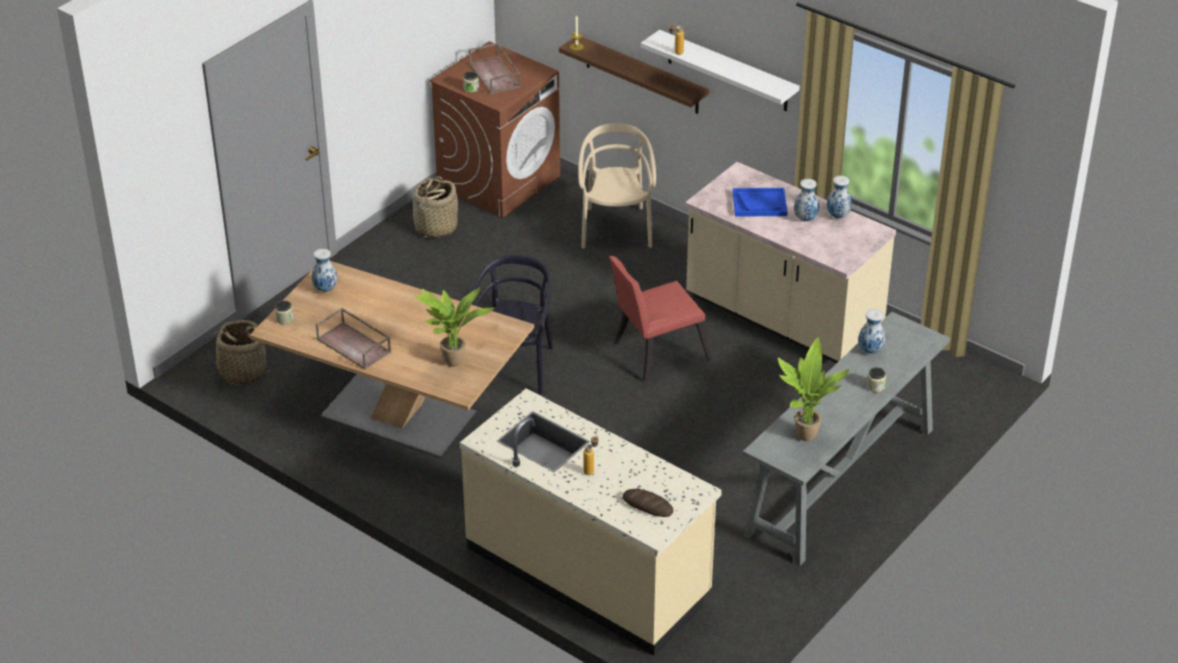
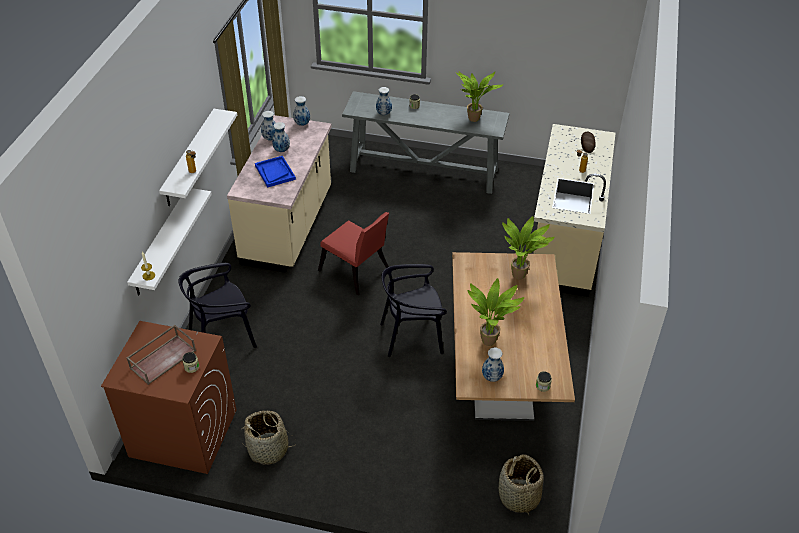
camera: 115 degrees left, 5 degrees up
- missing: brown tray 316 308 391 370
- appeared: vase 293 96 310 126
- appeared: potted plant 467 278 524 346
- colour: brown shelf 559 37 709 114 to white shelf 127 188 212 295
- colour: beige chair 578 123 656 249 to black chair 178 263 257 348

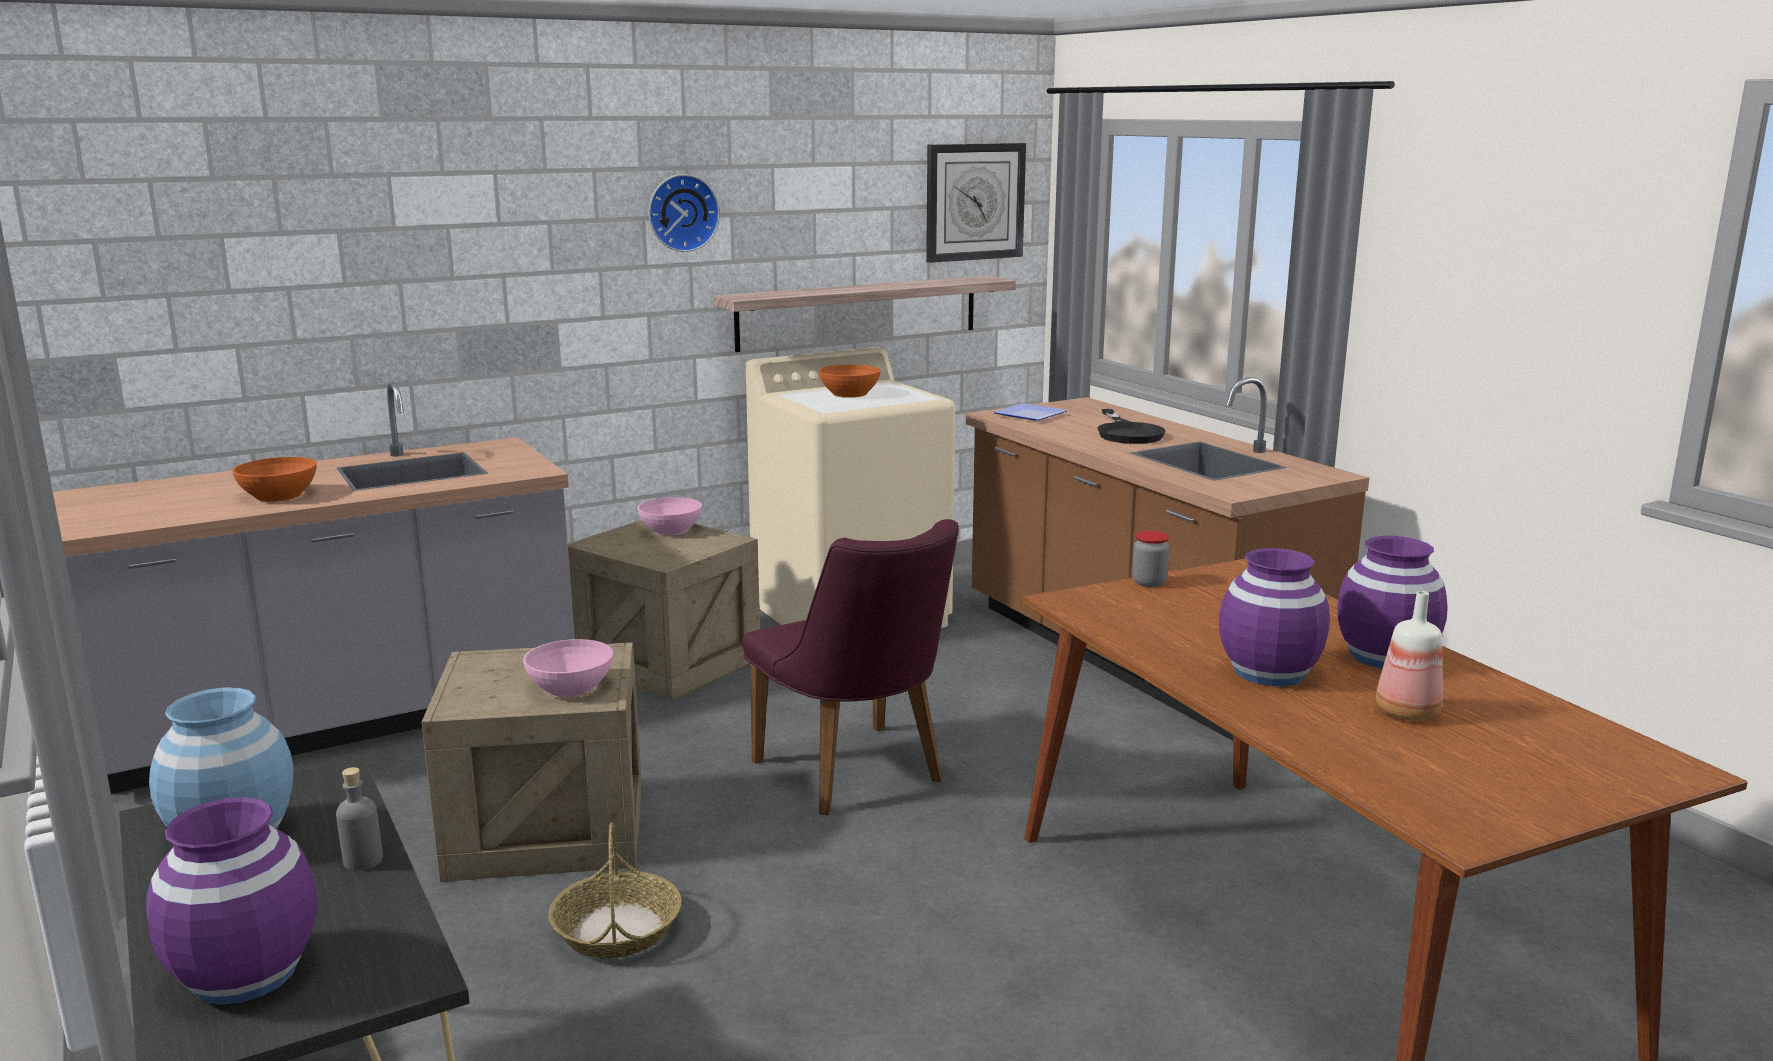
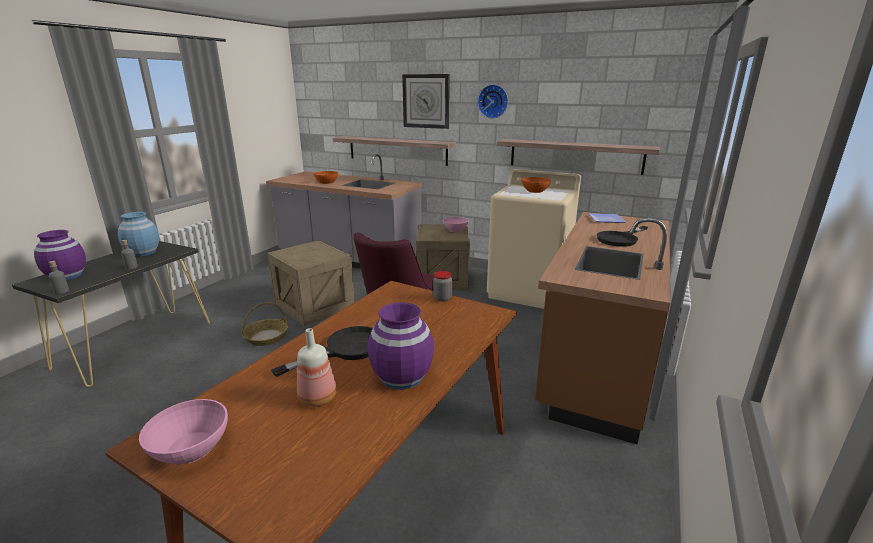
camera: 55 degrees right, 5 degrees up
- appeared: grey bottle 49 261 69 294
- appeared: shelf 333 136 456 166
- relocated: pink bowl 523 639 613 698 to 139 399 228 465
- relocated: wall clock 926 143 1026 263 to 402 74 450 129
- exchanged: purple vase 1219 548 1330 686 to black frying pan 271 326 373 377

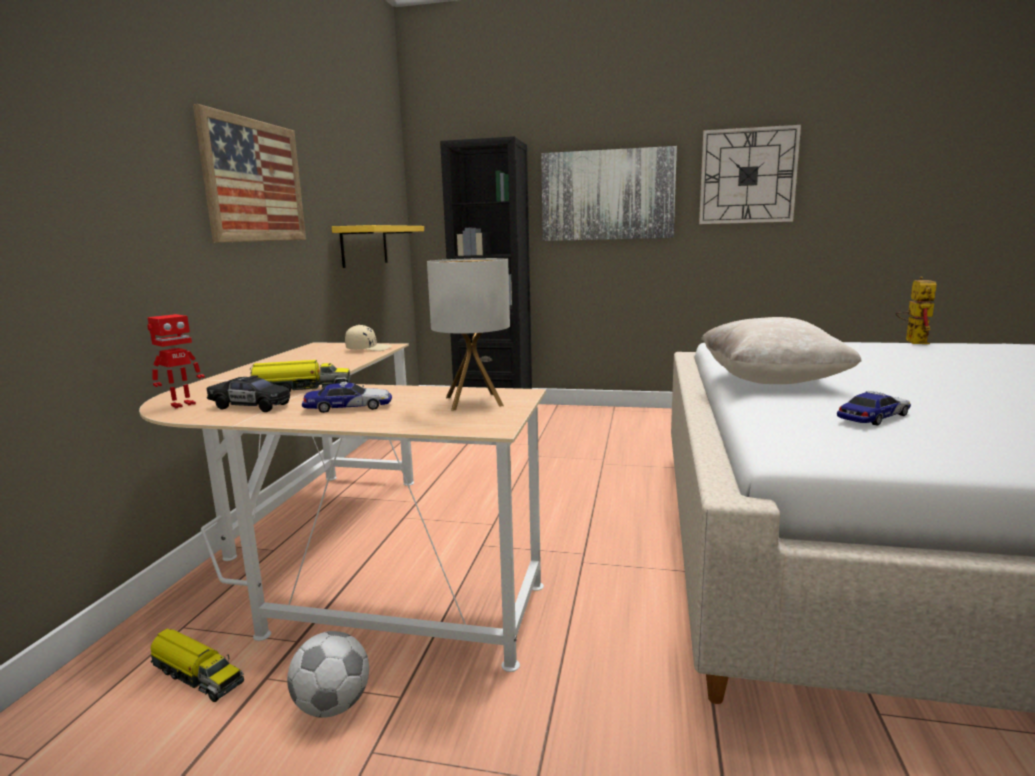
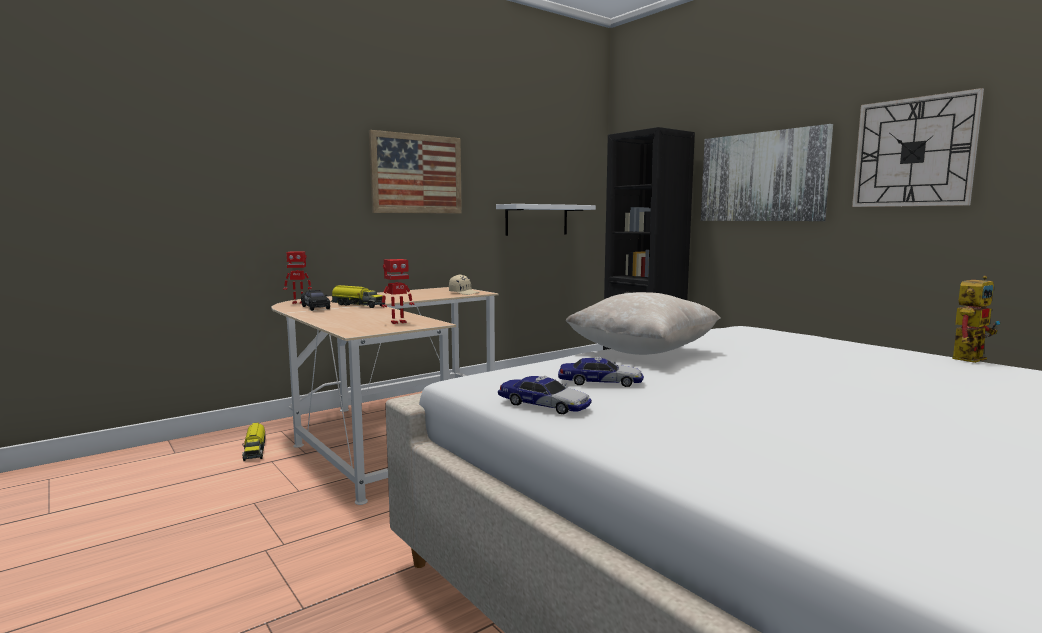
camera: 40 degrees right, 5 degrees down
- missing: football 287 631 369 718
- relocated: toy car 302 381 392 413 to 498 376 592 414
- exchanged: table lamp 427 258 510 411 to toy robot 382 259 415 324
- colour: yellow shelf 332 225 424 268 to white shelf 496 204 596 236

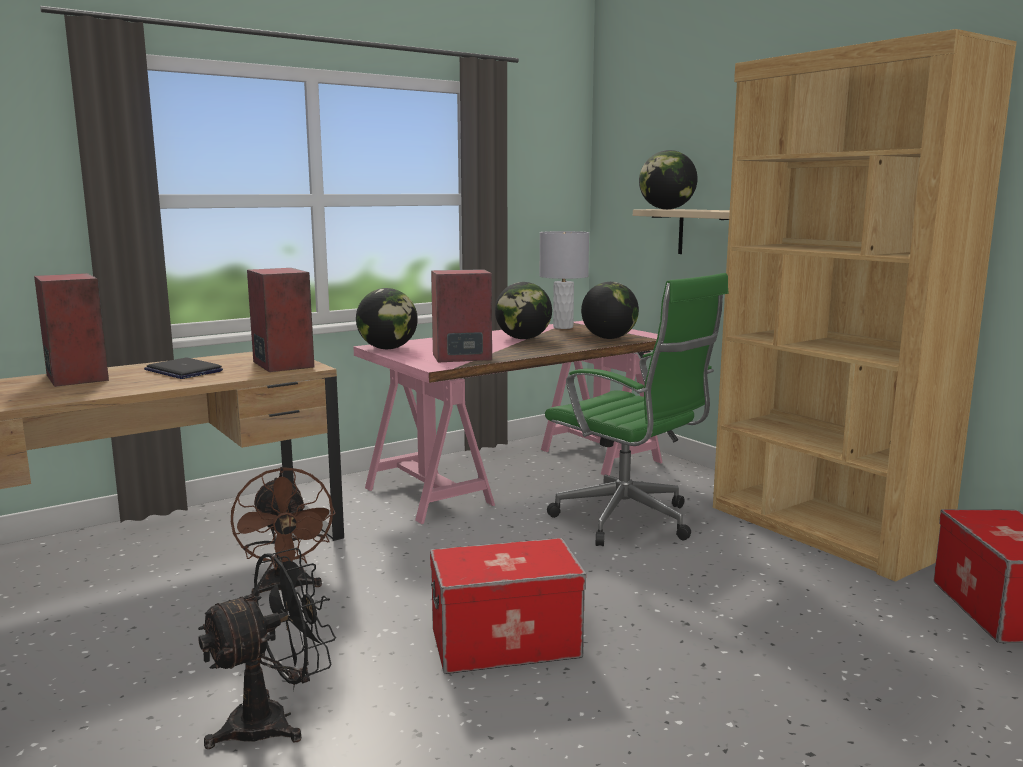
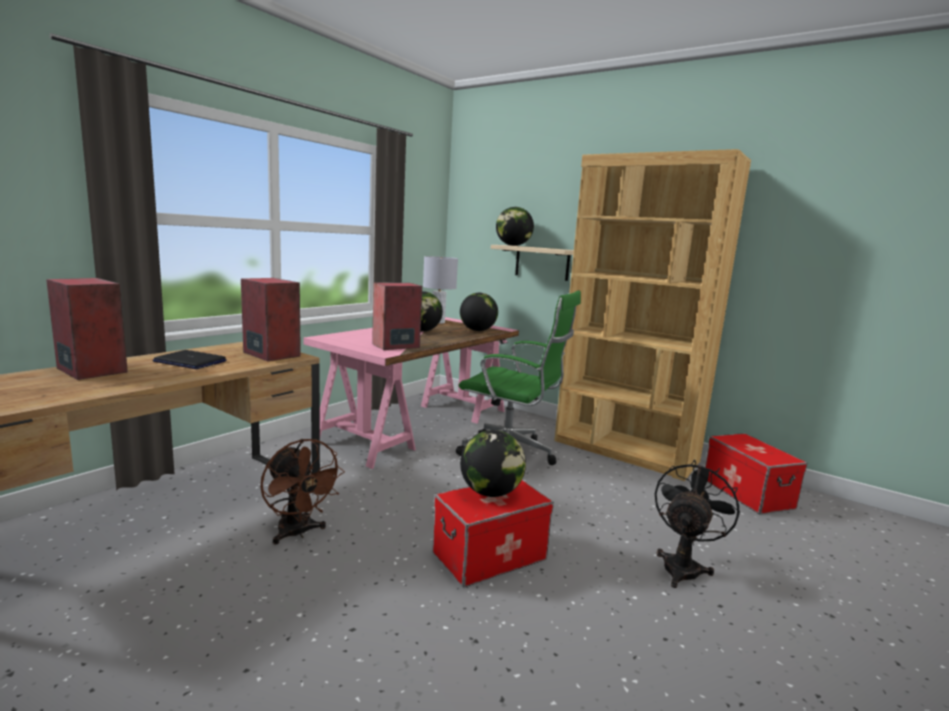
camera: 20 degrees left, 0 degrees up
- relocated: black fan 198 548 336 749 to 655 460 740 588
- relocated: globe 356 288 418 349 to 460 430 526 497

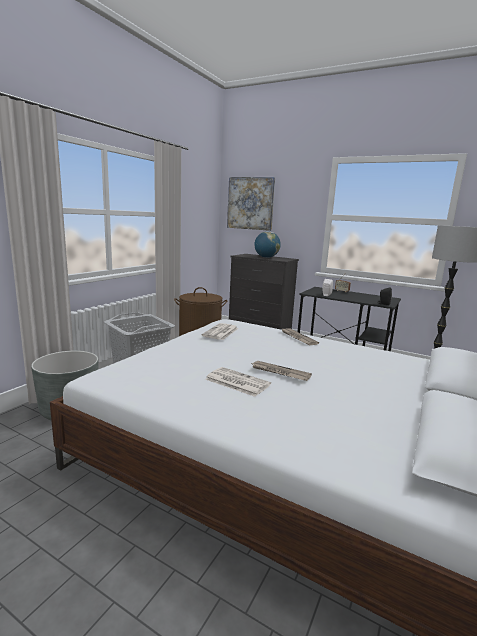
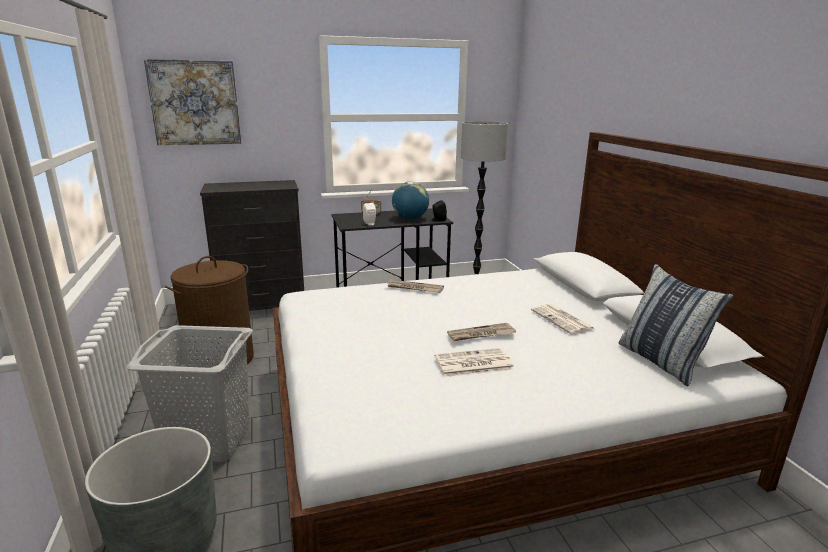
camera: 45 degrees left, 5 degrees up
- appeared: pillow 618 264 734 386
- relocated: newspaper 202 323 239 340 to 531 304 594 334
- relocated: globe 254 231 281 258 to 392 182 429 219

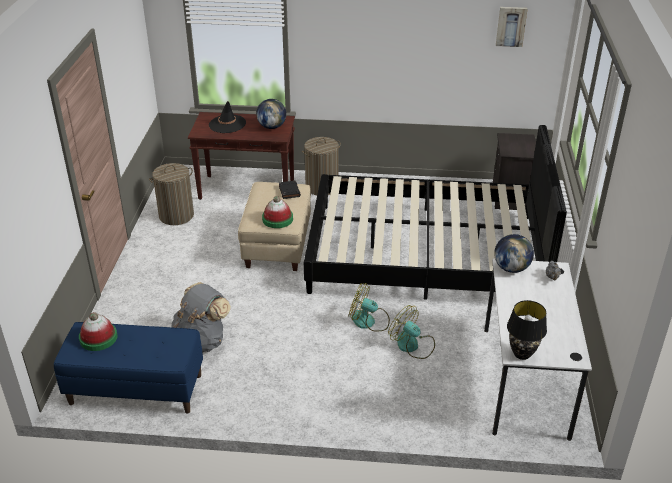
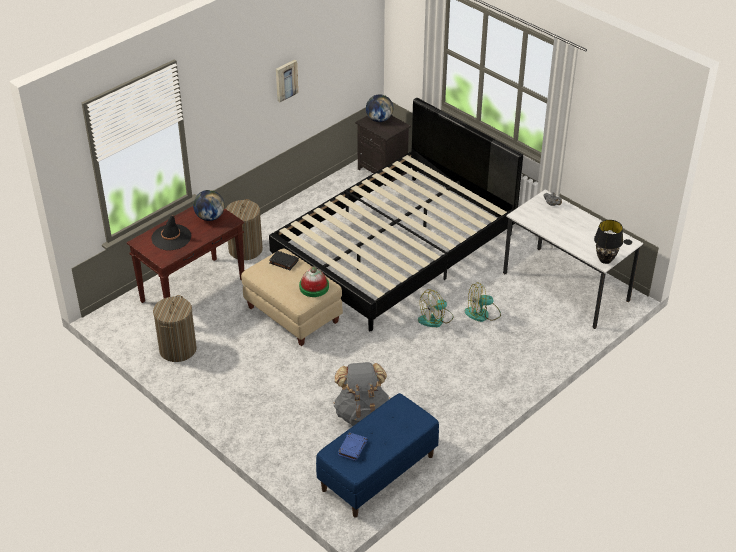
camera: 50 degrees left, 5 degrees up
- relocated: globe 494 234 534 273 to 366 94 393 122
- relocated: picture 496 7 527 47 to 276 60 298 102
- exchanged: hat 79 312 117 351 to blue book 338 432 368 461

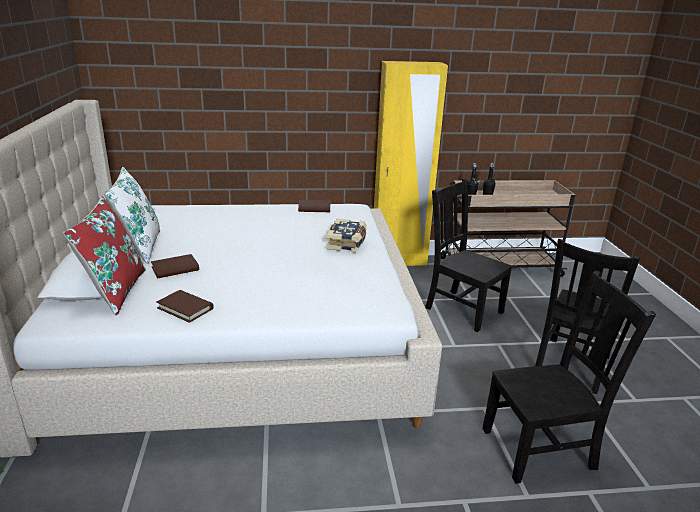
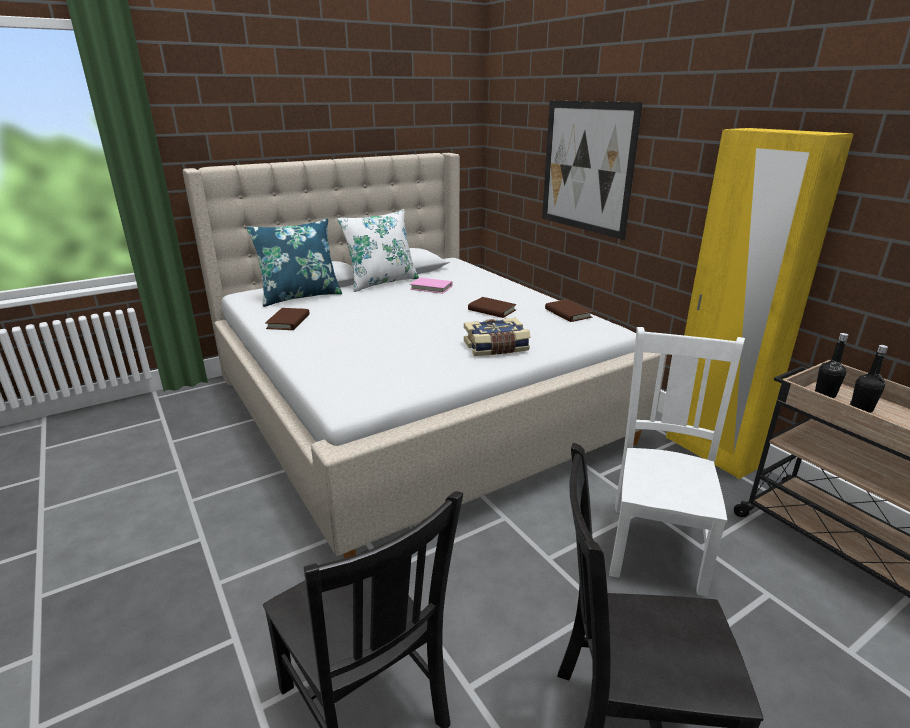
camera: 65 degrees right, 0 degrees up
- appeared: pink book 410 278 452 294
- appeared: picture 542 101 643 240
- relocated: brown book 151 254 199 279 to 468 297 517 318
- colour: red pillow 63 196 146 316 to blue pillow 246 219 342 307
- colour: black chair 425 178 513 332 to white chair 609 327 745 597

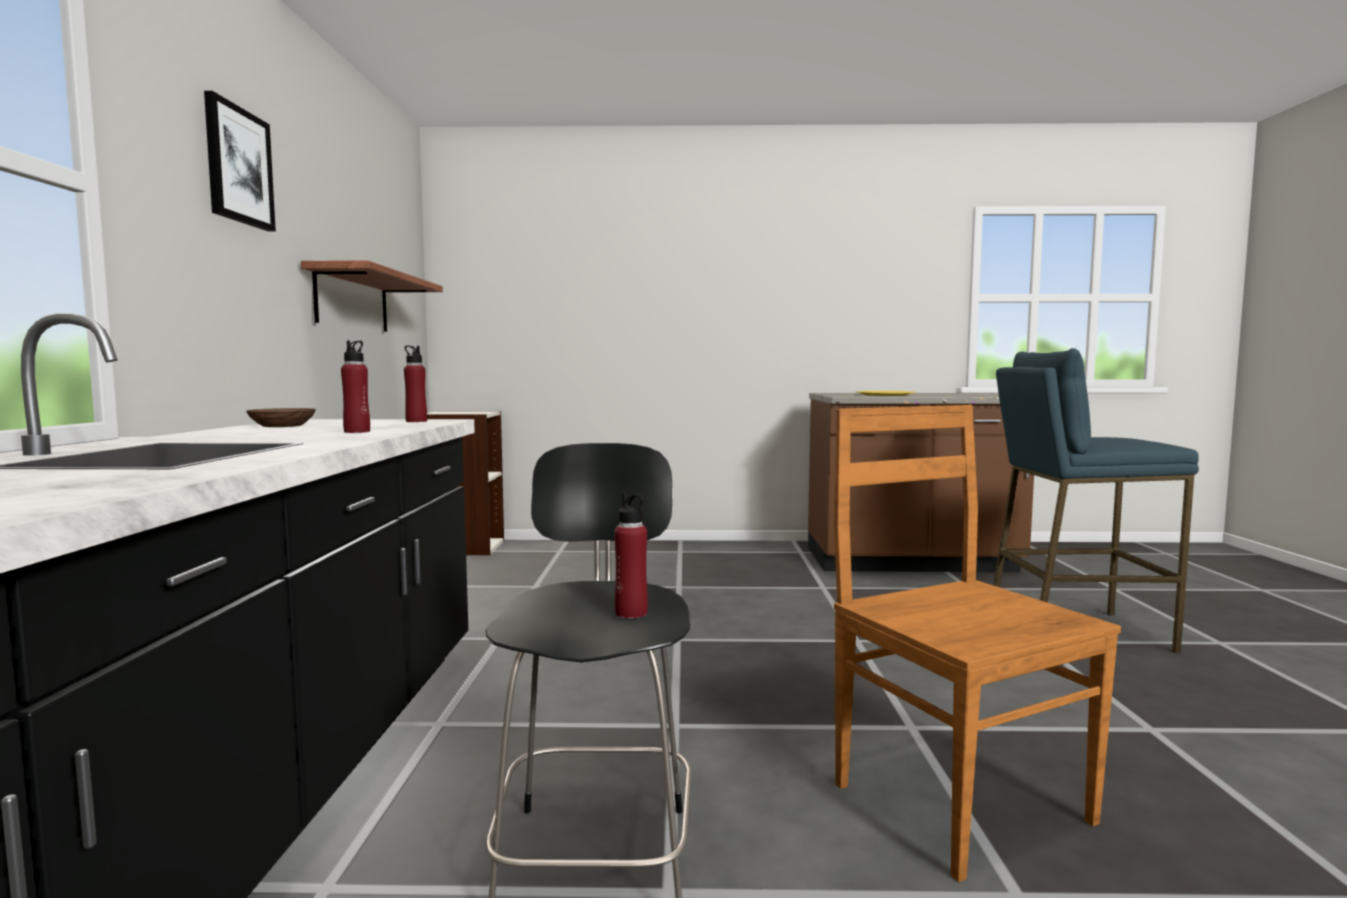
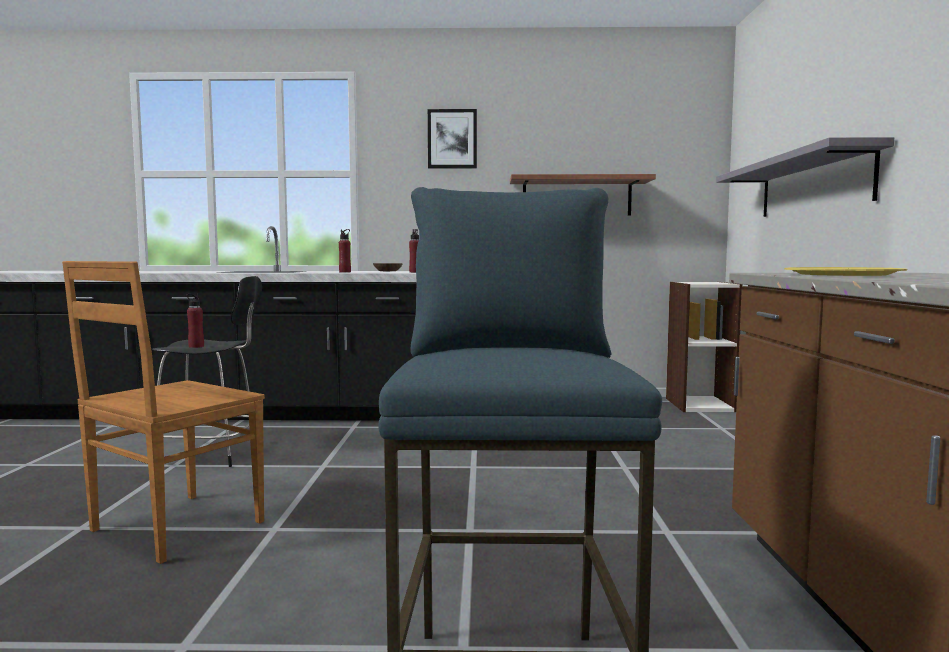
camera: 90 degrees right, 0 degrees up
- appeared: grey shelf 716 137 894 217
- spun: brown chair 834 405 1121 882 = 62 261 265 564 150 degrees clockwise

